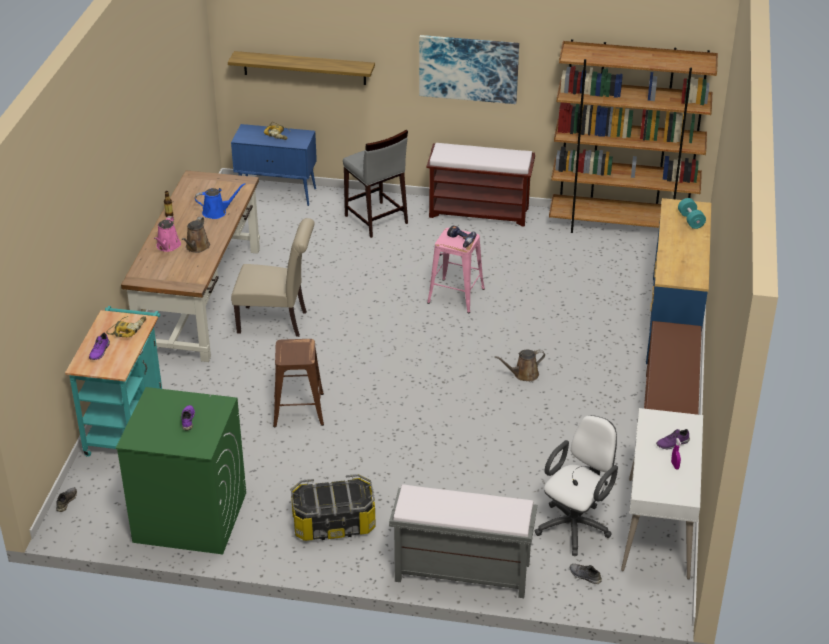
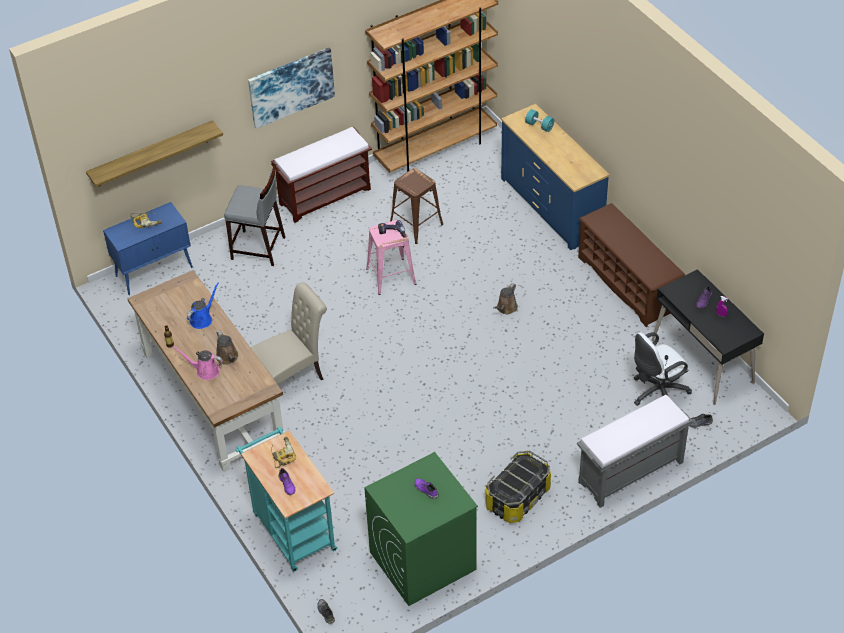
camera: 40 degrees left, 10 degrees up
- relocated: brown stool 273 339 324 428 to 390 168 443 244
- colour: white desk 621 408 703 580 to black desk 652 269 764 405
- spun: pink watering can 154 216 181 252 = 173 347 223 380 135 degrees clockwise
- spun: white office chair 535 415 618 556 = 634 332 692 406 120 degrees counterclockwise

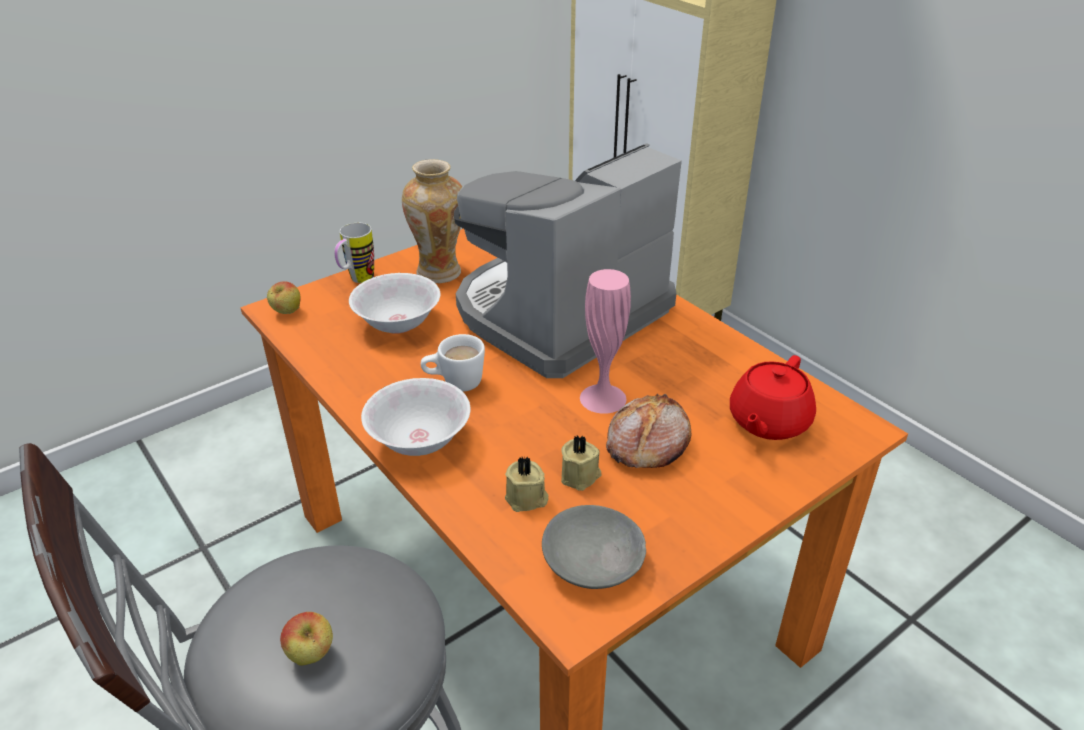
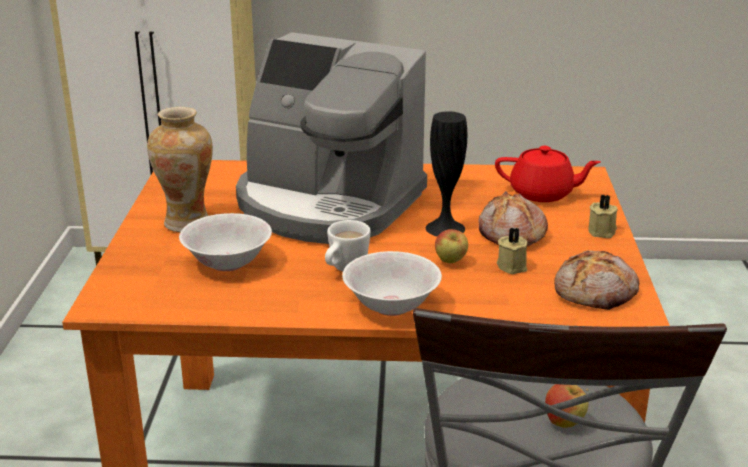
camera: 50 degrees left, 10 degrees down
- missing: mug 334 223 374 283
- relocated: apple 267 281 300 314 to 435 229 468 263
- relocated: beige candle 505 456 549 512 to 588 194 618 238
- exchanged: grey bowl 542 505 646 589 to bread 554 250 639 310
- colour: pink vase 580 269 631 414 to black vase 426 111 467 236
- spun: coffee machine 454 143 682 378 = 236 32 427 244 60 degrees counterclockwise
- spun: red teapot 730 355 816 440 = 495 146 601 202 60 degrees counterclockwise

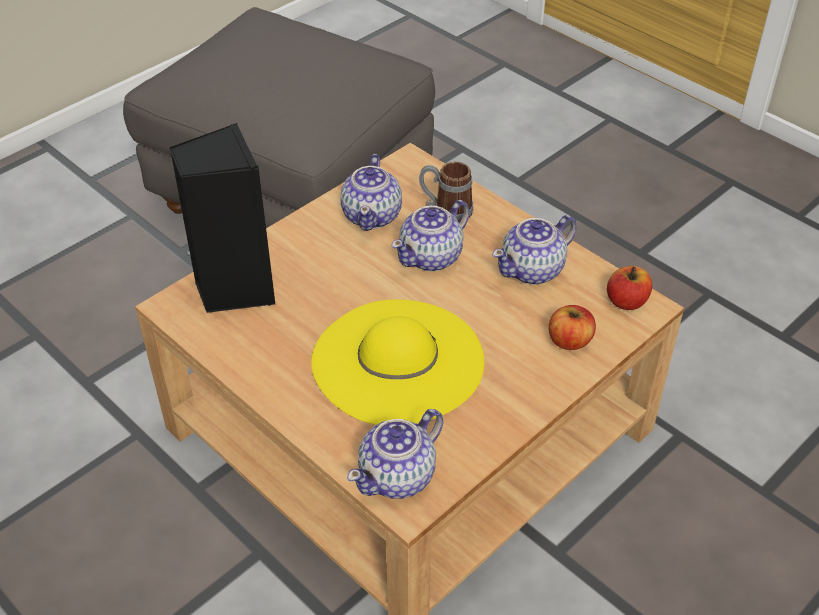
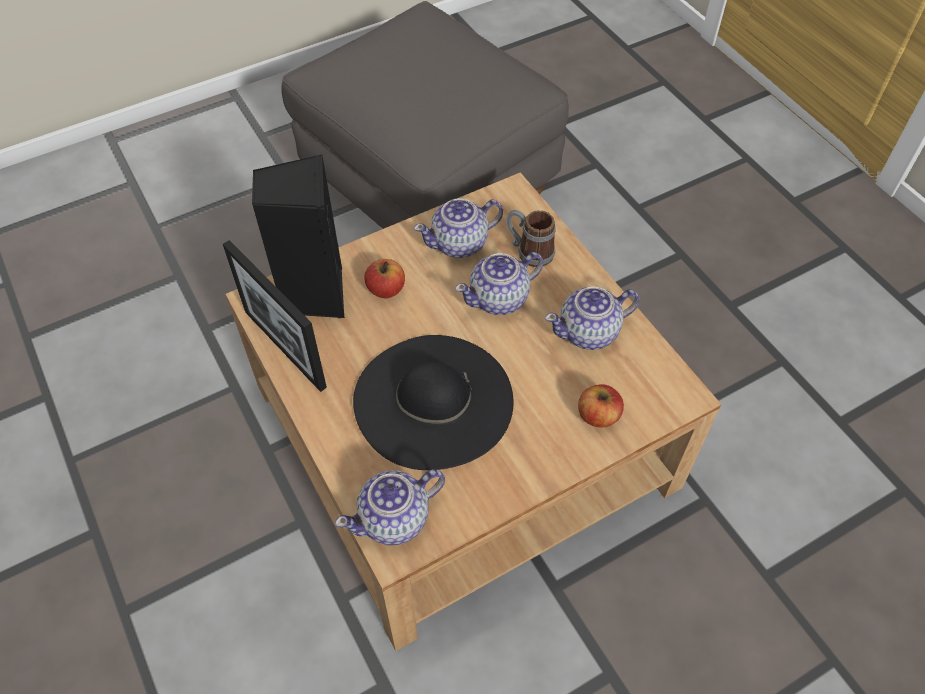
camera: 15 degrees right, 10 degrees up
- appeared: picture frame 223 240 327 392
- relocated: apple 607 266 652 310 to 364 259 405 298
- colour: yellow hat 311 299 484 425 to black hat 353 335 514 470
- spun: teapot 341 154 402 231 = 414 198 503 258 45 degrees clockwise

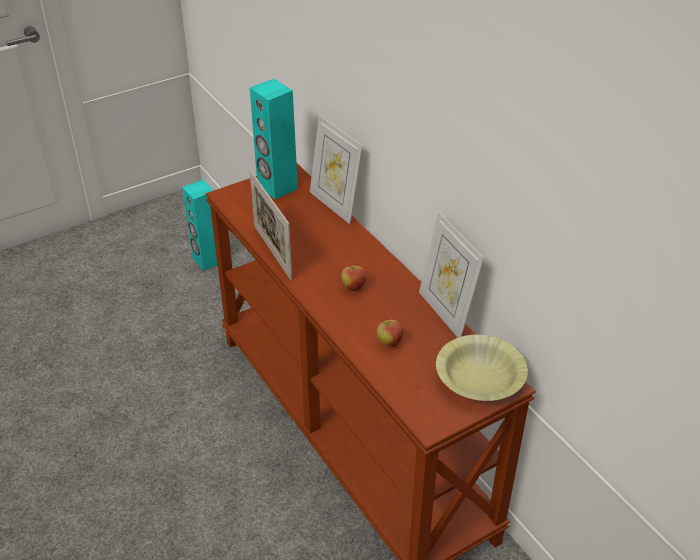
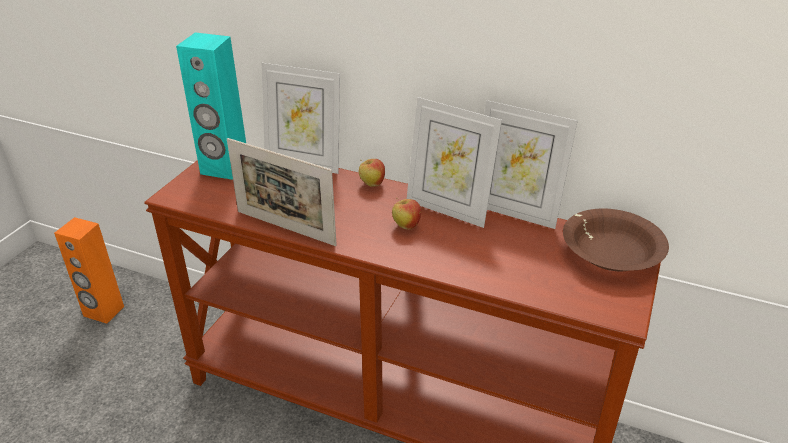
camera: 35 degrees left, 5 degrees down
- appeared: picture frame 407 97 502 228
- relocated: apple 377 318 404 348 to 359 159 385 187
- colour: turquoise speaker 182 180 217 271 to orange speaker 54 217 124 324
- colour: yellow bowl 436 335 528 401 to brown bowl 563 208 669 271

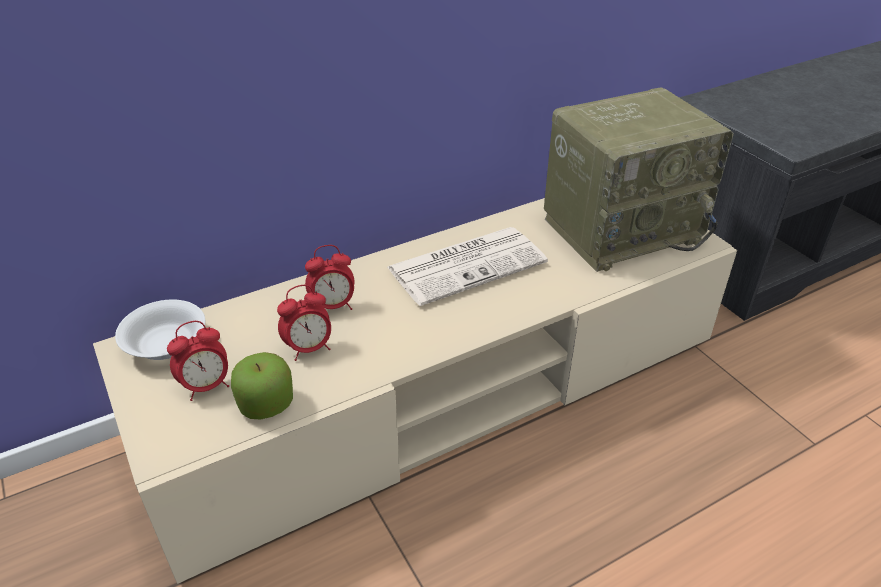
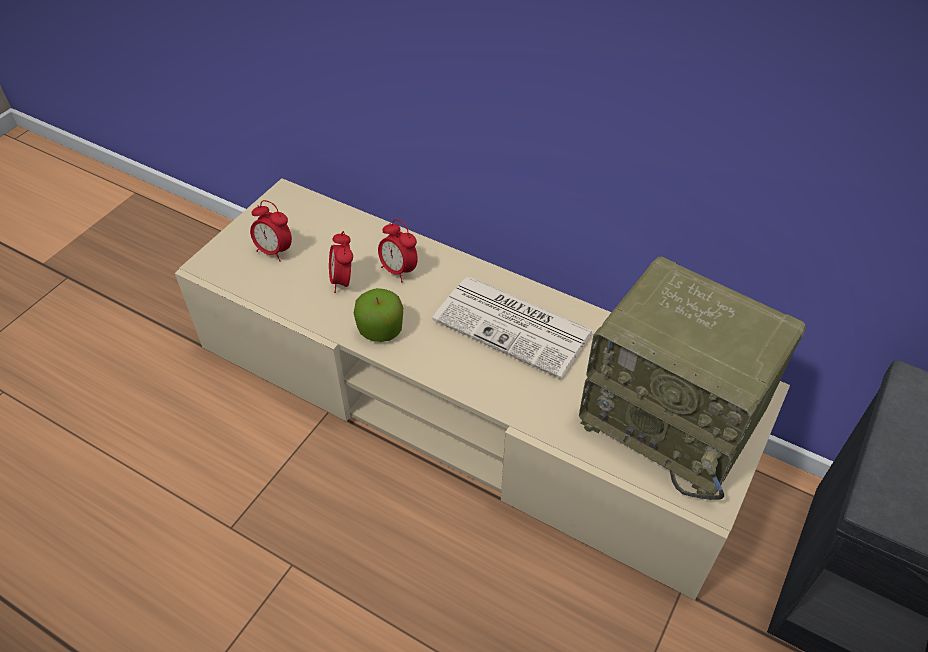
camera: 60 degrees right, 10 degrees up
- missing: white bowl 115 300 205 360
- relocated: apple 231 352 293 419 to 354 288 403 342
- spun: alarm clock 277 285 331 361 = 329 231 353 293 45 degrees clockwise

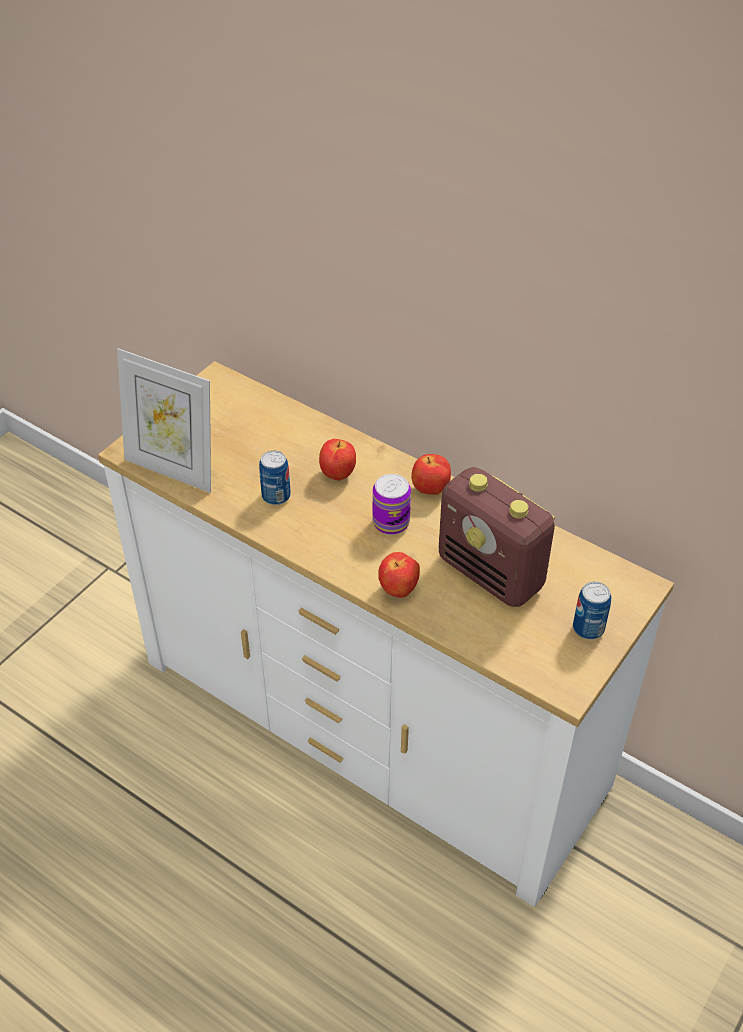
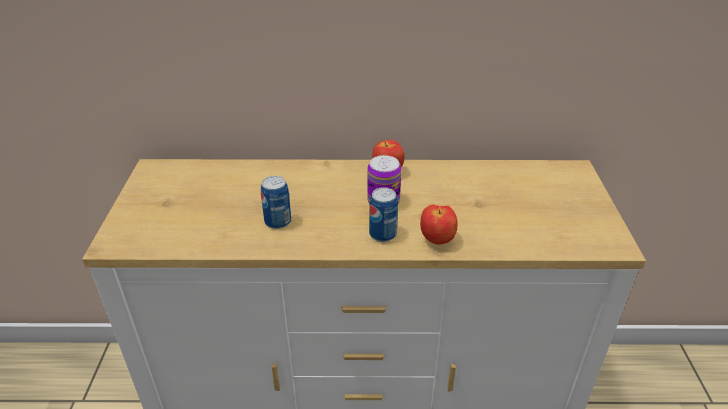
camera: 35 degrees left, 10 degrees down
- missing: picture frame 117 348 211 493
- missing: apple 319 439 356 481
- missing: radio 439 467 555 607
- relocated: can 573 581 611 640 to 369 187 398 242

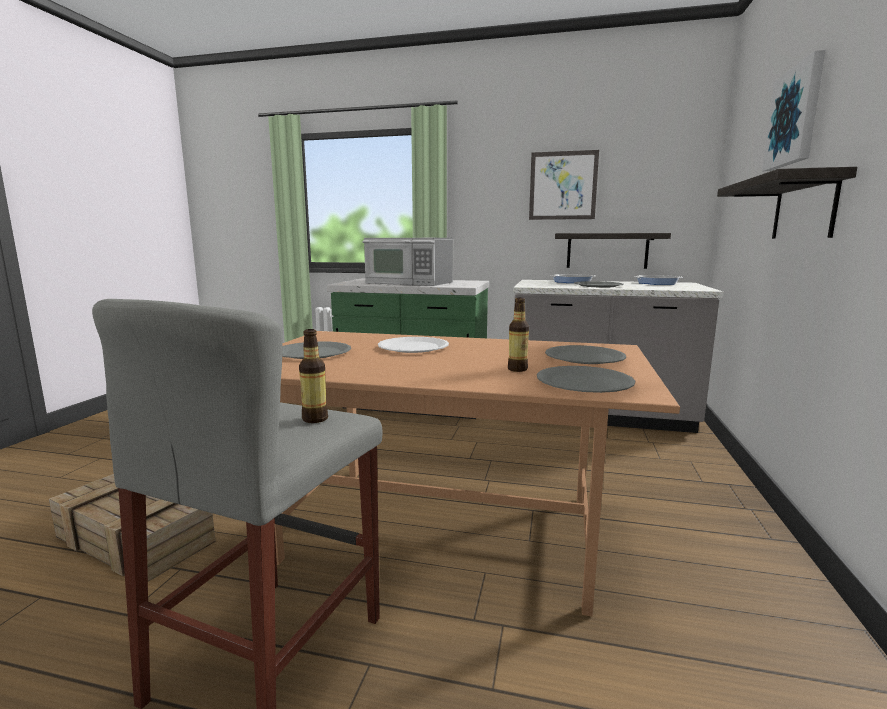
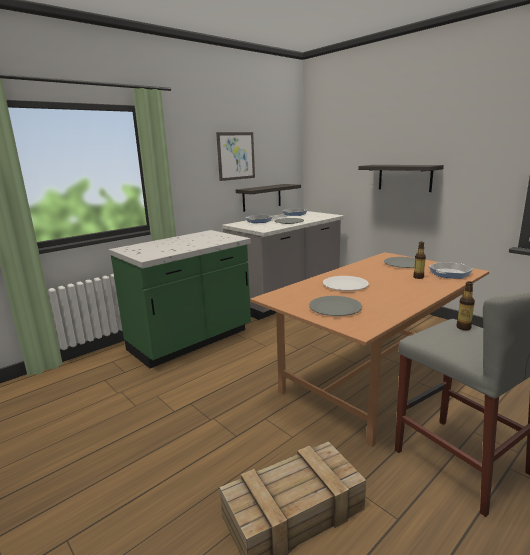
camera: 55 degrees left, 5 degrees up
- missing: microwave 363 238 453 286
- missing: picture 762 50 825 171
- exchanged: grey plate 537 366 635 393 to frying pan 429 262 473 279

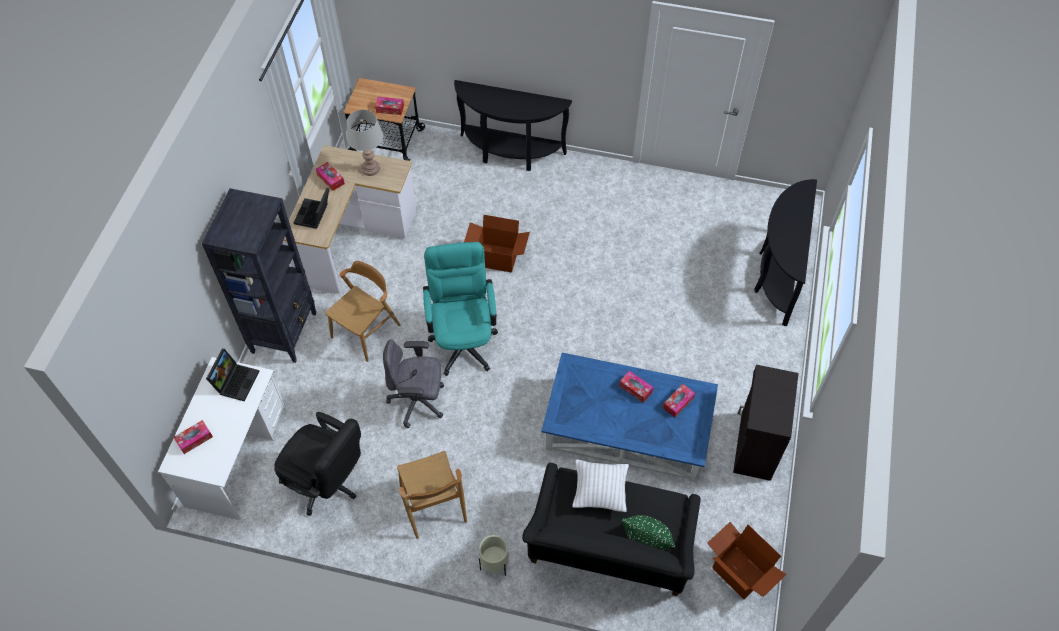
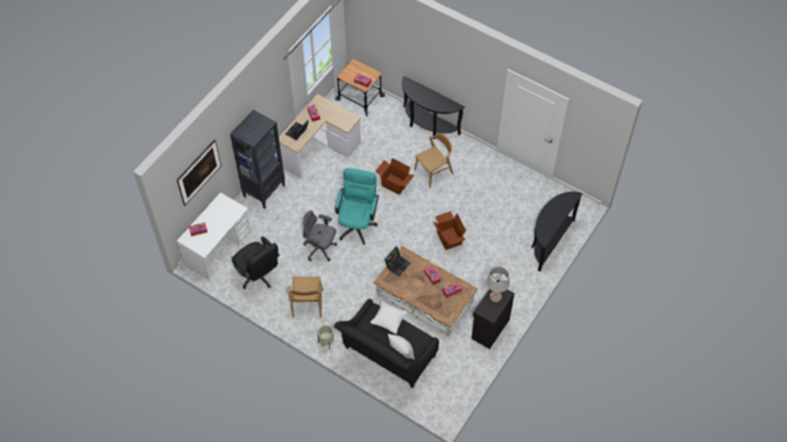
camera: 20 degrees right, 0 degrees up
- appeared: picture 177 140 221 205
- relocated: laptop 206 349 260 402 to 385 246 410 276
- relocated: brown chair 325 261 401 362 to 414 133 453 188
- relocated: grey table lamp 346 110 383 176 to 486 267 510 302
- relocated: cardboard box 707 522 786 599 to 434 211 466 250
- colour: blue coffee table 541 353 718 482 to brown coffee table 374 246 478 337
- colour: green pillow 622 515 675 550 to white pillow 388 334 415 359

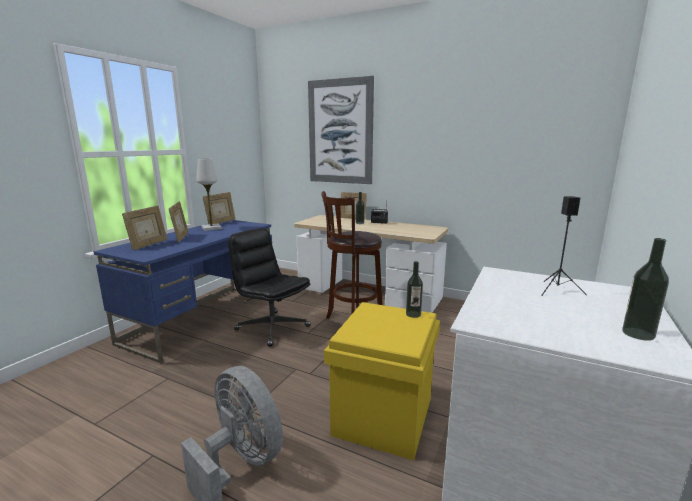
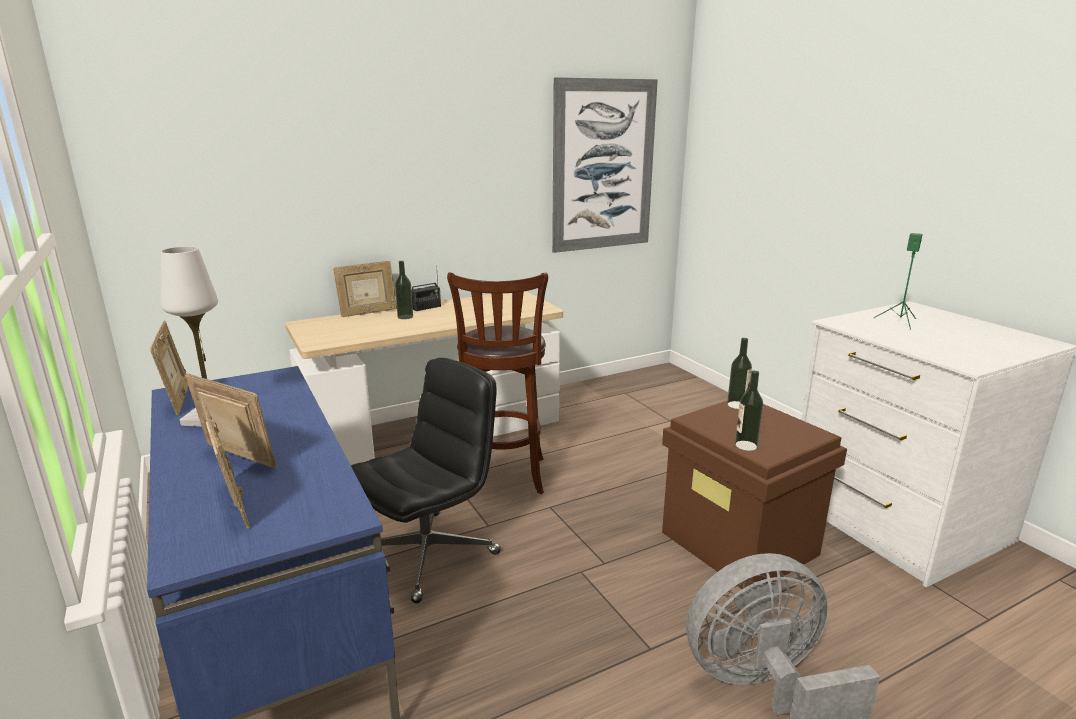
camera: 55 degrees left, 5 degrees up
- relocated: picture 308 76 374 184 to 552 77 658 253
- relocated: bottle 622 238 669 341 to 735 370 763 451
- colour: yellow storage box 324 302 440 460 to brown storage box 662 401 847 589
- colour: black speaker 542 196 587 296 to green speaker 873 233 923 330
- spun: black office chair 228 228 311 347 = 351 358 501 604 150 degrees clockwise

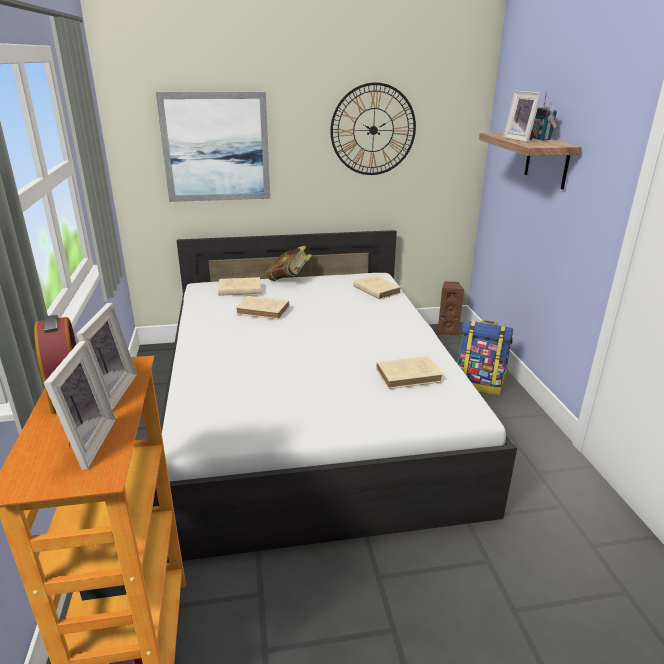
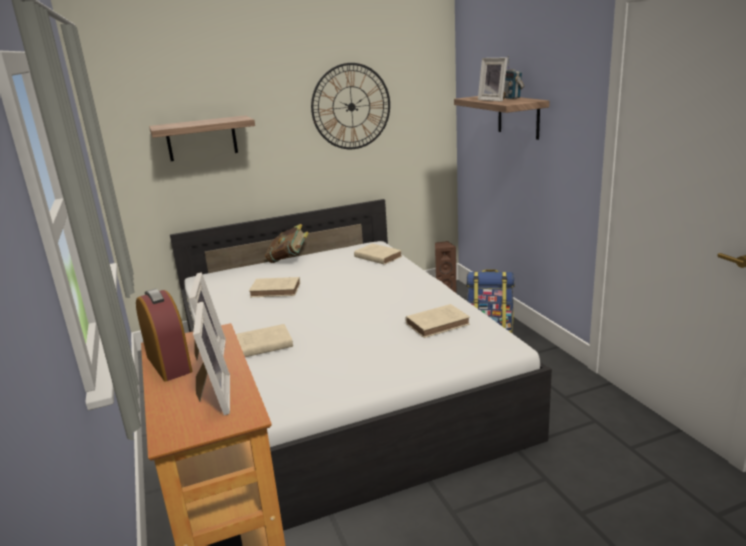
camera: 10 degrees left, 5 degrees down
- relocated: beige book 218 277 261 296 to 236 324 293 357
- exchanged: picture 156 92 270 202 to shelf 149 115 255 161

